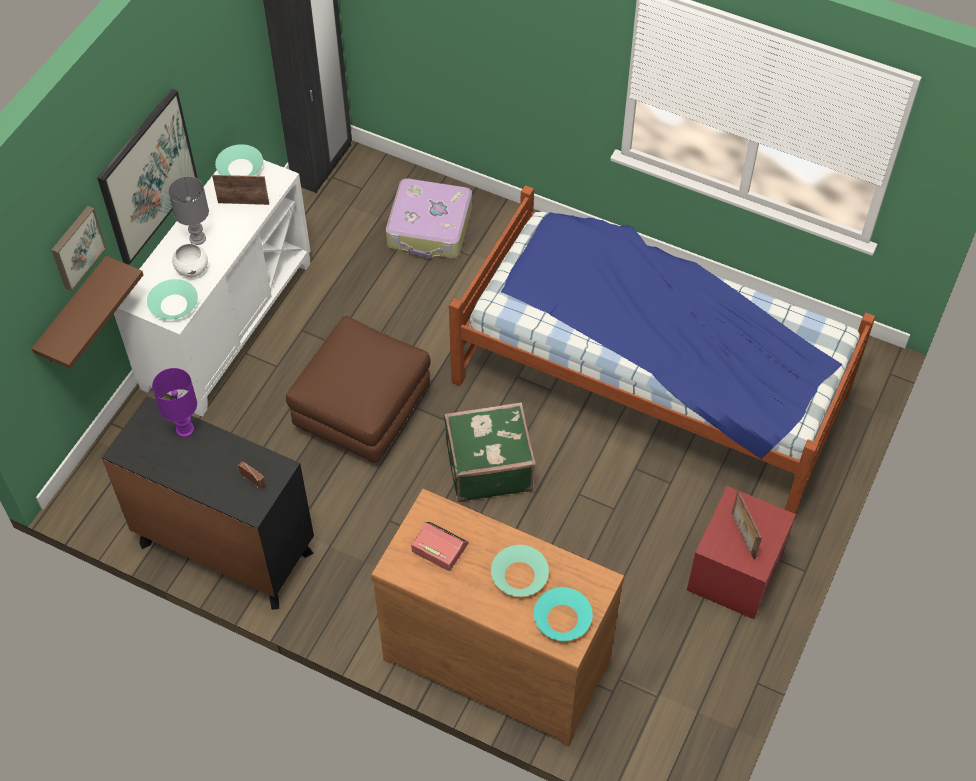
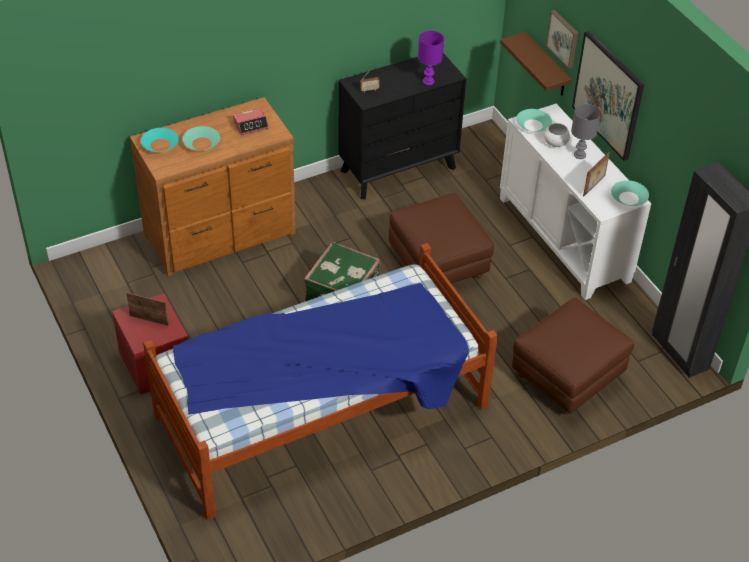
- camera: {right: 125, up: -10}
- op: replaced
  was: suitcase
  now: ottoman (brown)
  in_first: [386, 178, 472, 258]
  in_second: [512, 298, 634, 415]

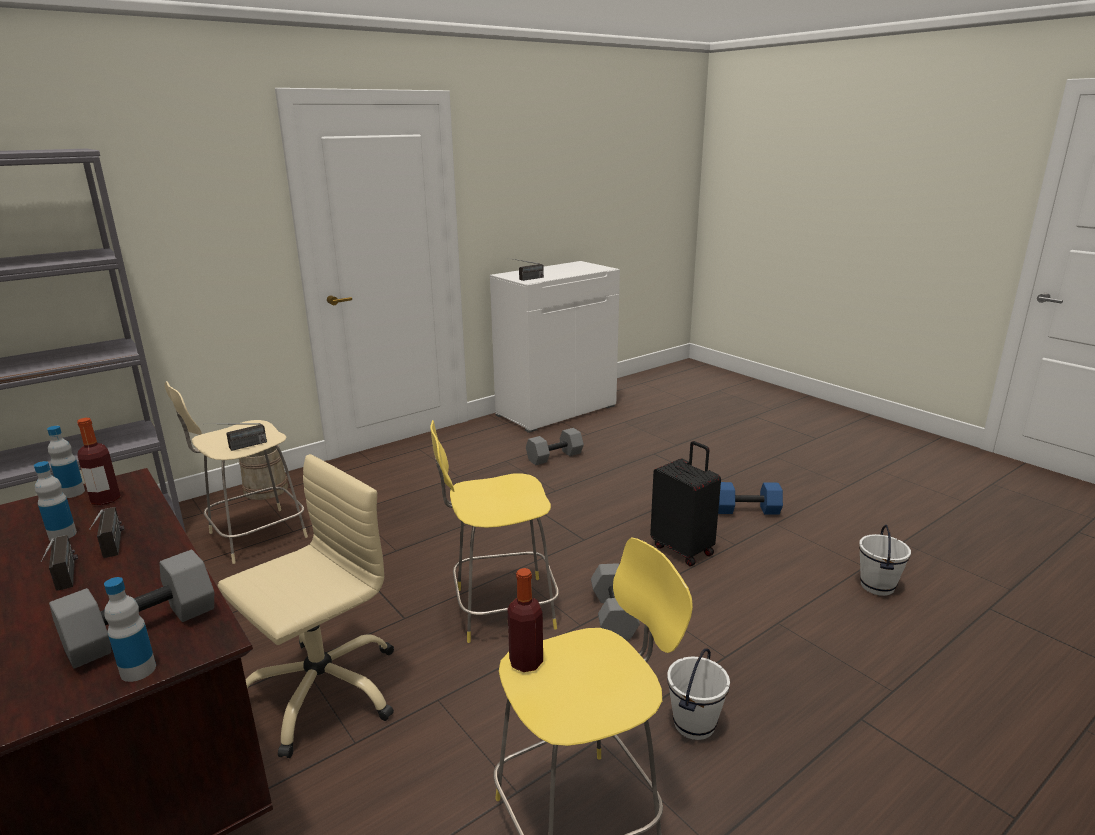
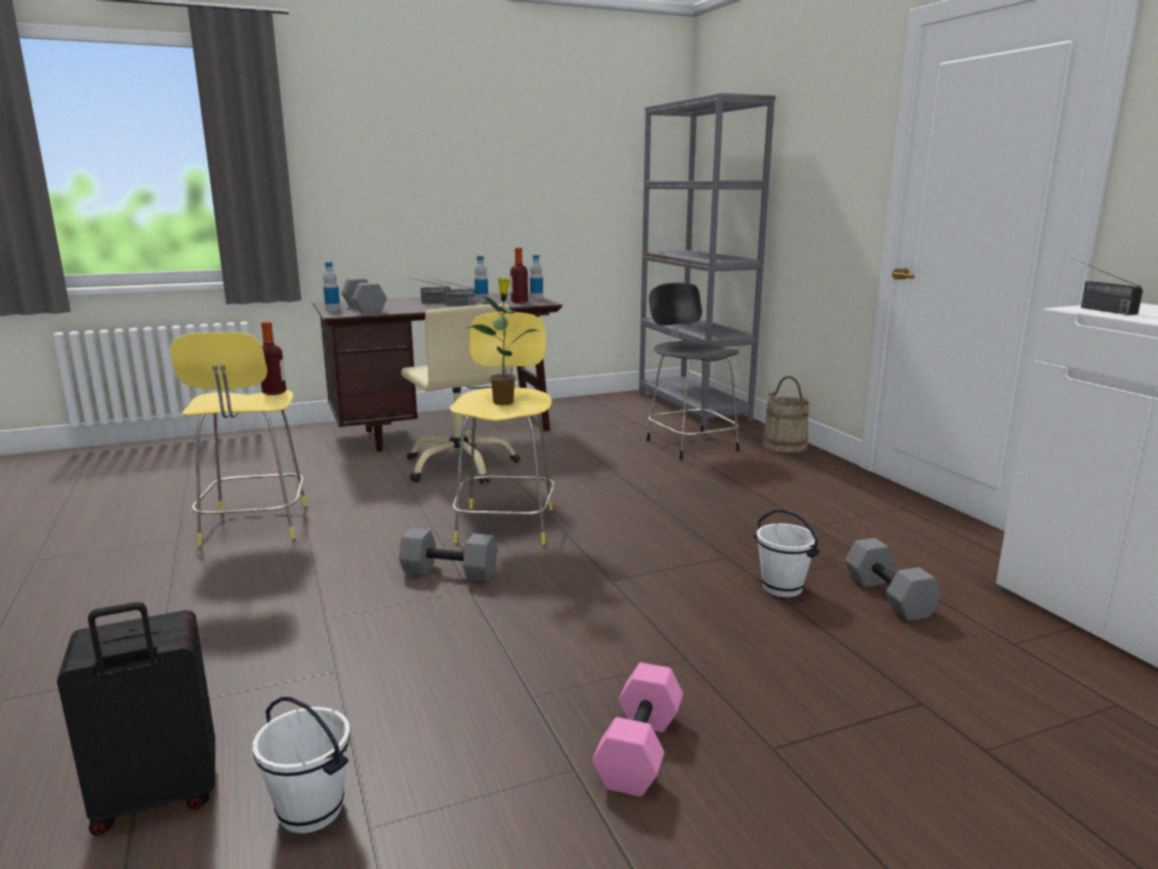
- camera: {right: 105, up: -5}
- op: removed
  was: radio
  in_first: [203, 423, 267, 451]
- op: added
  now: potted plant
  in_second: [465, 278, 540, 405]
- op: moved
  was: suitcase (black)
  in_first: [650, 441, 721, 566]
  in_second: [57, 602, 215, 836]
- op: moved
  was: bucket (white)
  in_first: [667, 649, 730, 740]
  in_second: [754, 509, 820, 597]
- op: recoloured
  was: stool (beige)
  now: stool (black)
  in_first: [165, 381, 308, 564]
  in_second: [647, 283, 739, 460]
- op: recoloured
  was: dumbbell (blue)
  now: dumbbell (pink)
  in_first: [718, 482, 783, 515]
  in_second: [592, 663, 683, 797]

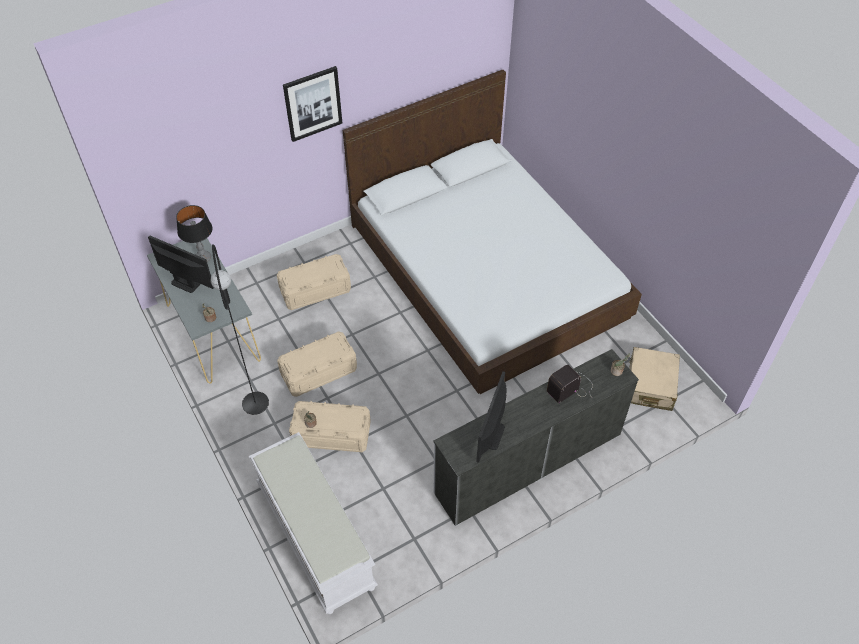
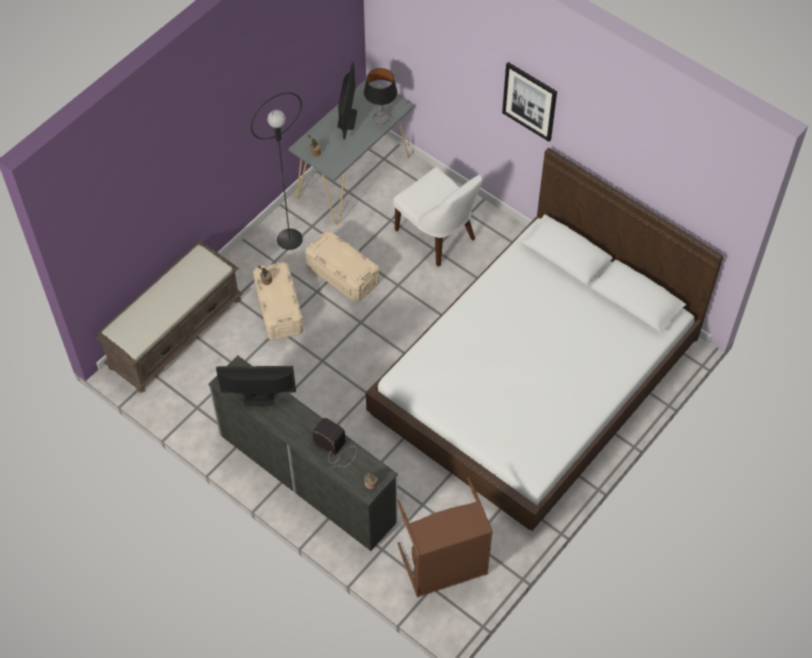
- camera: {right: 70, up: 5}
- op: replaced
  was: storage box (beige)
  now: chair (white)
  in_first: [277, 254, 351, 310]
  in_second: [393, 167, 482, 267]
- op: replaced
  was: suitcase (beige)
  now: laundry basket (brown)
  in_first: [629, 347, 680, 411]
  in_second: [397, 477, 493, 597]
- op: recoloured
  was: bench (white)
  now: bench (brown)
  in_first: [249, 432, 378, 614]
  in_second: [96, 241, 243, 393]

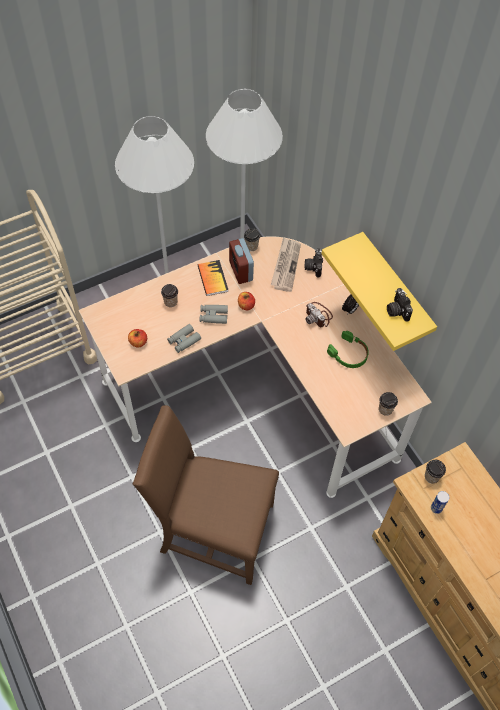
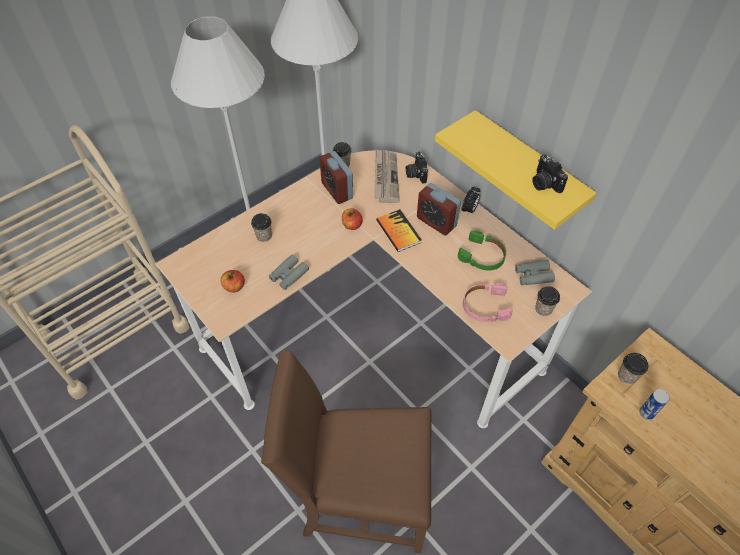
- camera: {right: -10, up: -5}
- op: added
  now: headphones (pink)
  in_second: [463, 283, 513, 322]
- op: moved
  was: book
  in_first: [198, 260, 228, 296]
  in_second: [376, 209, 422, 252]
- op: moved
  was: binoculars (grey)
  in_first: [200, 305, 228, 324]
  in_second: [515, 260, 555, 285]
- op: replaced
  was: photo camera
  now: alarm clock
  in_first: [305, 302, 333, 327]
  in_second: [417, 183, 461, 236]

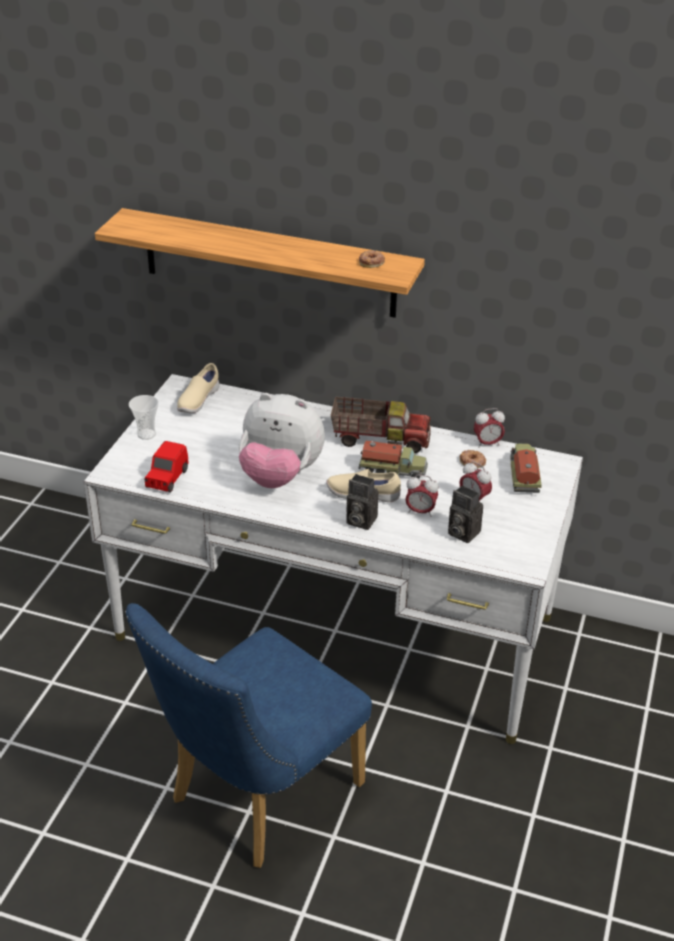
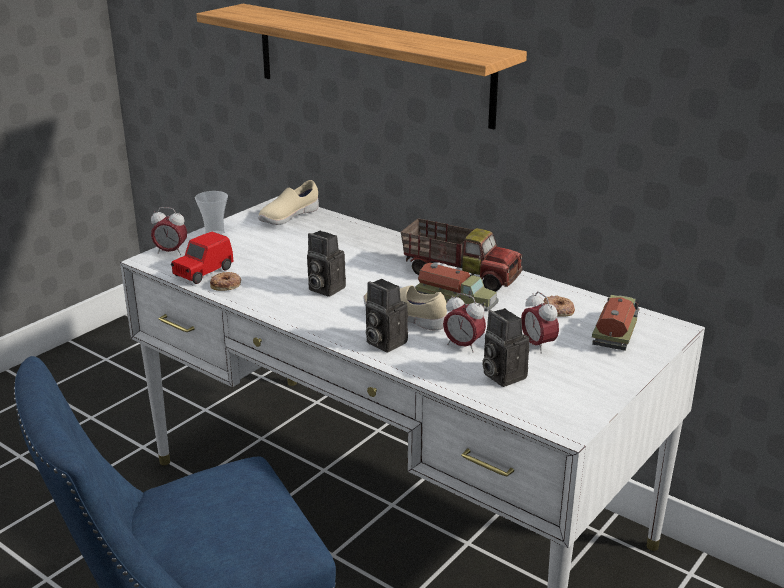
- camera: {right: 20, up: -10}
- op: moved
  was: donut
  in_first: [359, 250, 385, 268]
  in_second: [210, 272, 241, 291]
- op: moved
  was: alarm clock
  in_first: [474, 408, 505, 447]
  in_second: [151, 207, 187, 255]
- op: replaced
  was: plush toy
  now: photo camera
  in_first: [239, 393, 325, 488]
  in_second: [307, 231, 346, 297]

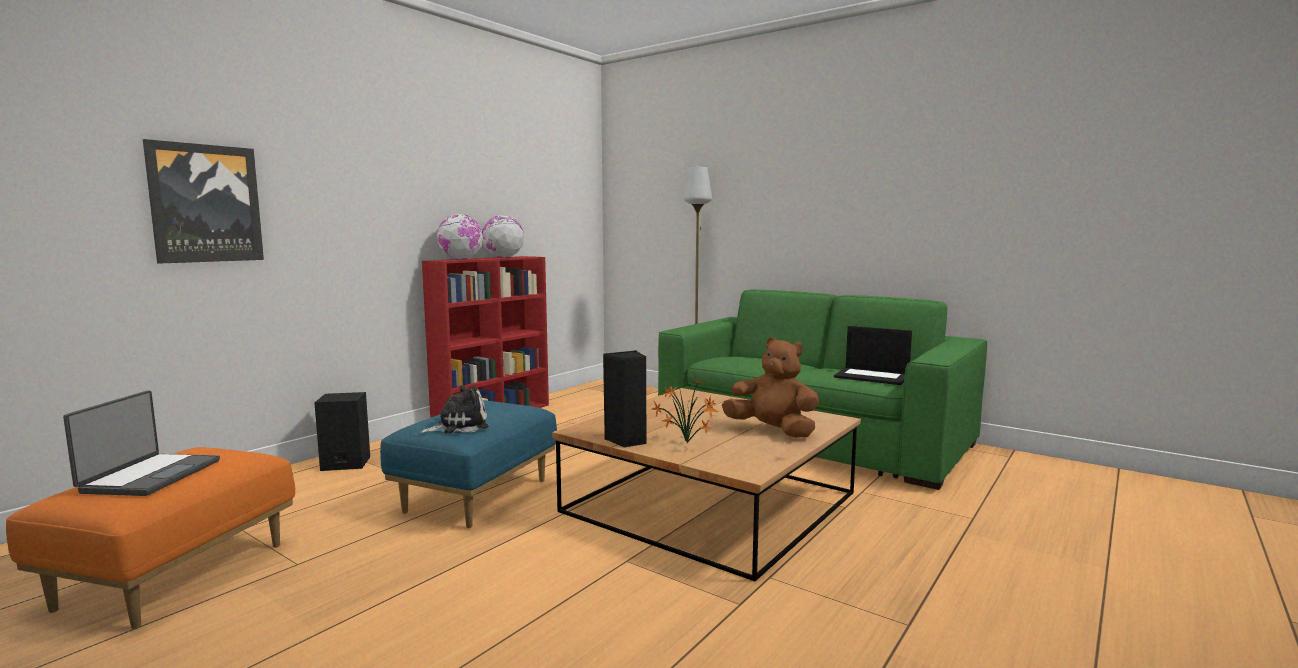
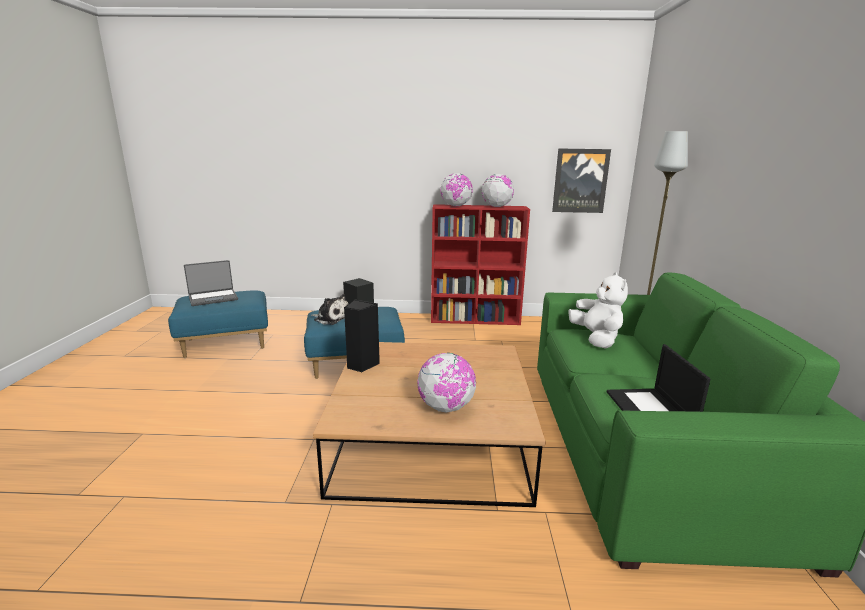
- camera: {right: 55, up: 10}
- op: removed
  was: potted plant
  in_first: [652, 378, 719, 443]
- op: added
  now: plush toy (white)
  in_second: [568, 272, 628, 349]
- op: moved
  was: picture
  in_first: [143, 139, 264, 264]
  in_second: [552, 148, 611, 213]
- op: replaced
  was: plush toy (brown)
  now: globe
  in_first: [722, 337, 819, 438]
  in_second: [417, 353, 476, 413]
- op: recoloured
  was: ottoman (orange)
  now: ottoman (blue)
  in_first: [6, 447, 295, 629]
  in_second: [168, 290, 268, 358]

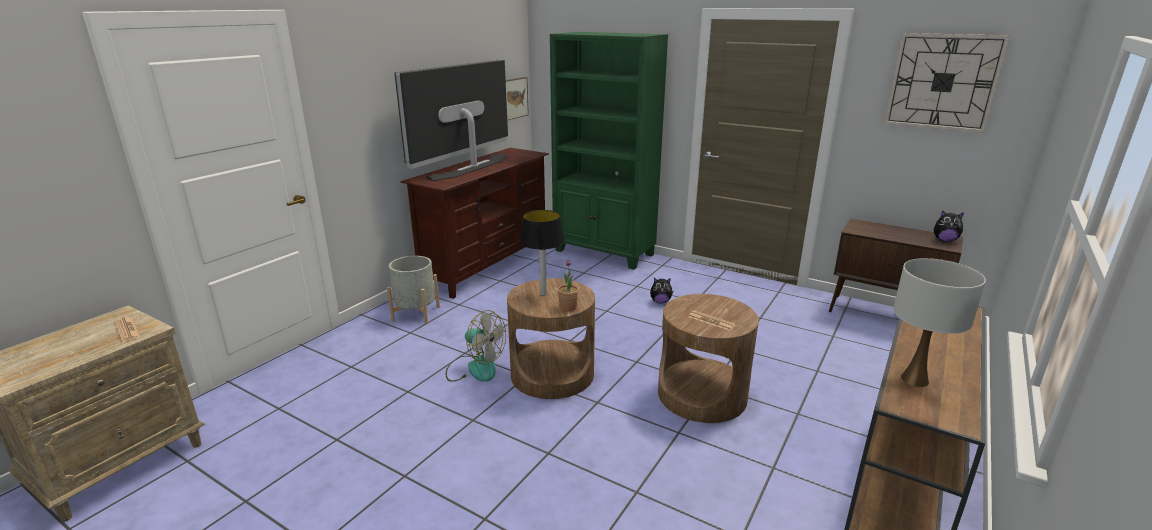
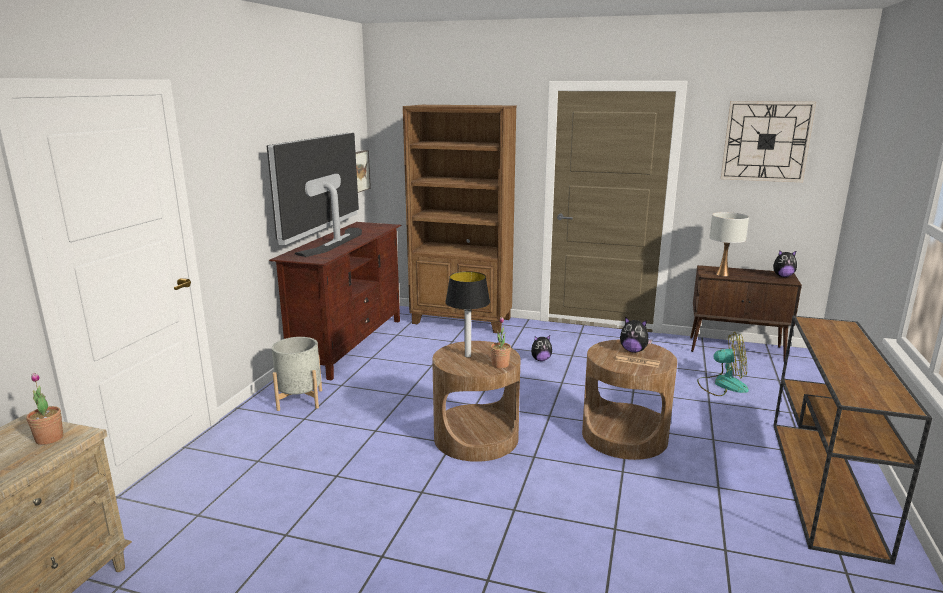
- camera: {right: -15, up: -5}
- op: added
  now: plush toy
  in_second: [620, 317, 653, 353]
- op: moved
  was: fan
  in_first: [445, 310, 506, 382]
  in_second: [697, 332, 749, 396]
- op: moved
  was: table lamp (white)
  in_first: [893, 258, 986, 387]
  in_second: [709, 212, 749, 276]
- op: replaced
  was: newspaper
  now: potted plant
  in_first: [115, 317, 141, 342]
  in_second: [26, 373, 63, 445]
- op: recoloured
  was: bookcase (green)
  now: bookcase (brown)
  in_first: [550, 32, 668, 270]
  in_second: [403, 105, 517, 334]

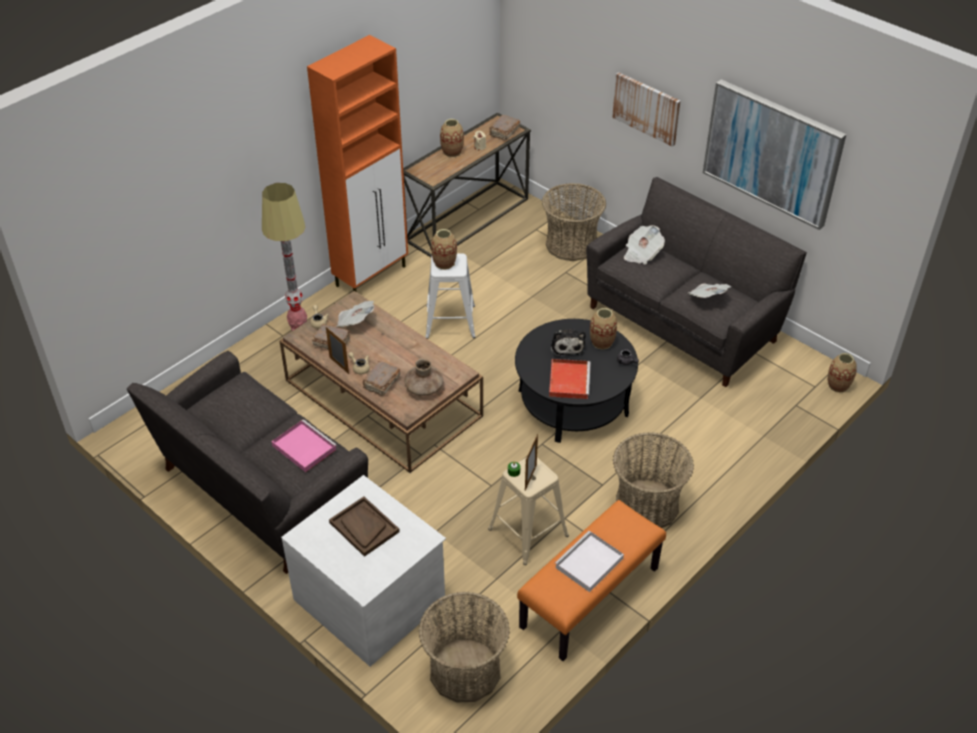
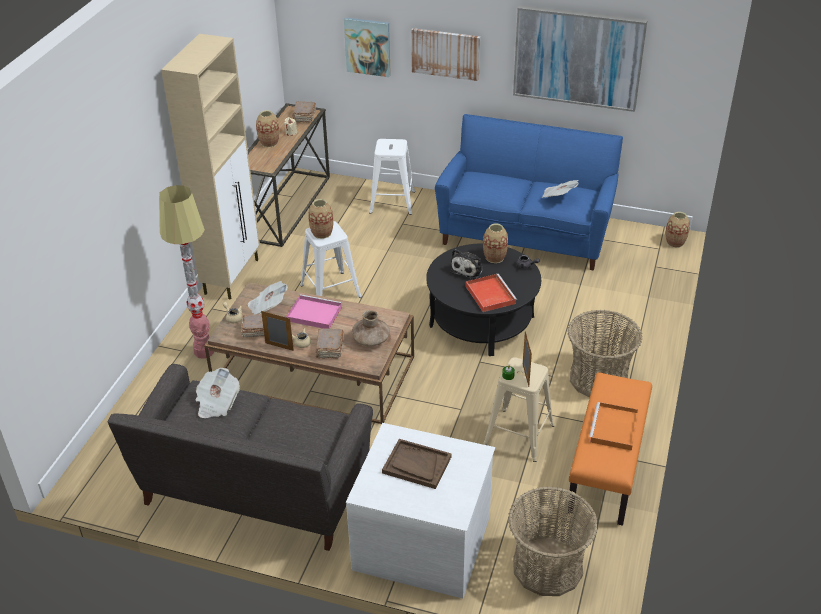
- camera: {right: -25, up: -5}
- op: added
  now: picture
  in_second: [344, 17, 391, 77]
- op: moved
  was: tray (pink)
  in_first: [271, 419, 337, 472]
  in_second: [286, 294, 342, 329]
- op: moved
  was: newspaper
  in_first: [624, 225, 665, 264]
  in_second: [196, 368, 240, 418]
- op: replaced
  was: basket
  now: stool (white)
  in_first: [542, 183, 606, 261]
  in_second: [369, 139, 415, 215]
- op: recoloured
  was: cabinet (orange)
  now: cabinet (beige)
  in_first: [307, 35, 408, 292]
  in_second: [161, 34, 260, 300]
- op: recoloured
  was: tray (white)
  now: tray (orange)
  in_first: [554, 531, 624, 592]
  in_second: [589, 402, 639, 451]
- op: recoloured
  was: sofa (grey)
  now: sofa (blue)
  in_first: [586, 177, 807, 387]
  in_second: [435, 114, 623, 271]
- op: turned
  was: plush toy
  in_first: [551, 329, 586, 357]
  in_second: [450, 249, 484, 279]
  clockwise: 60

